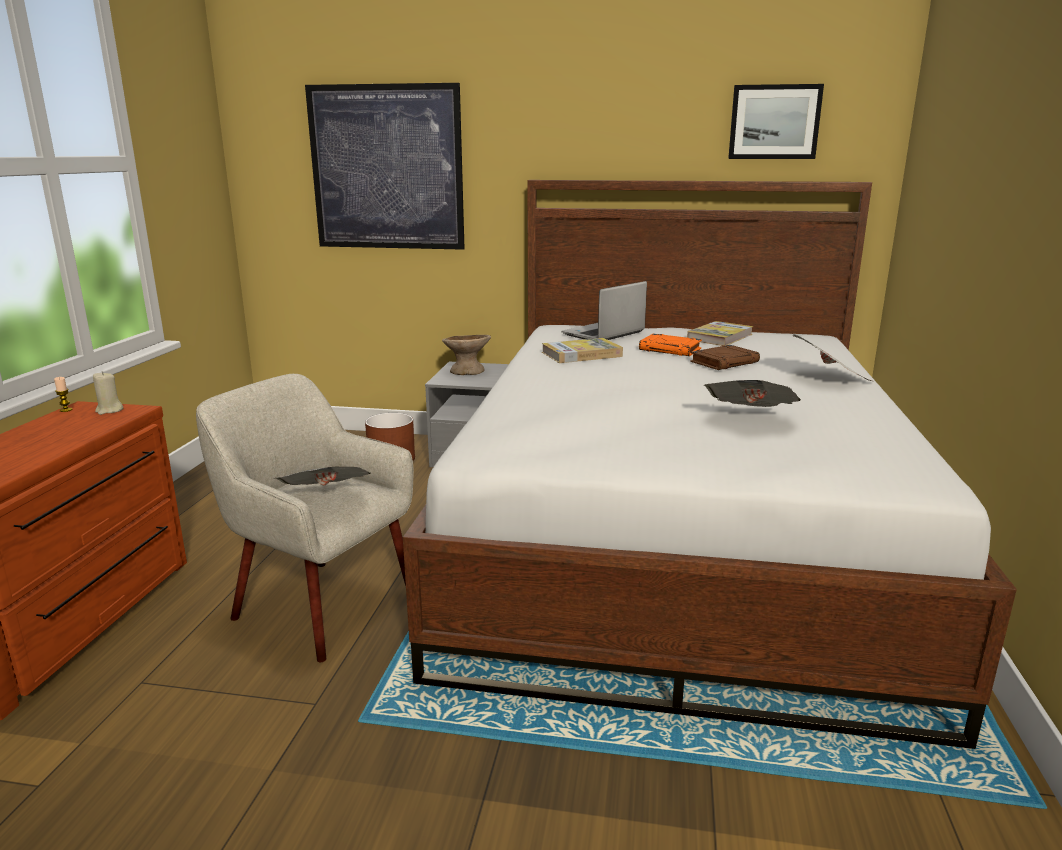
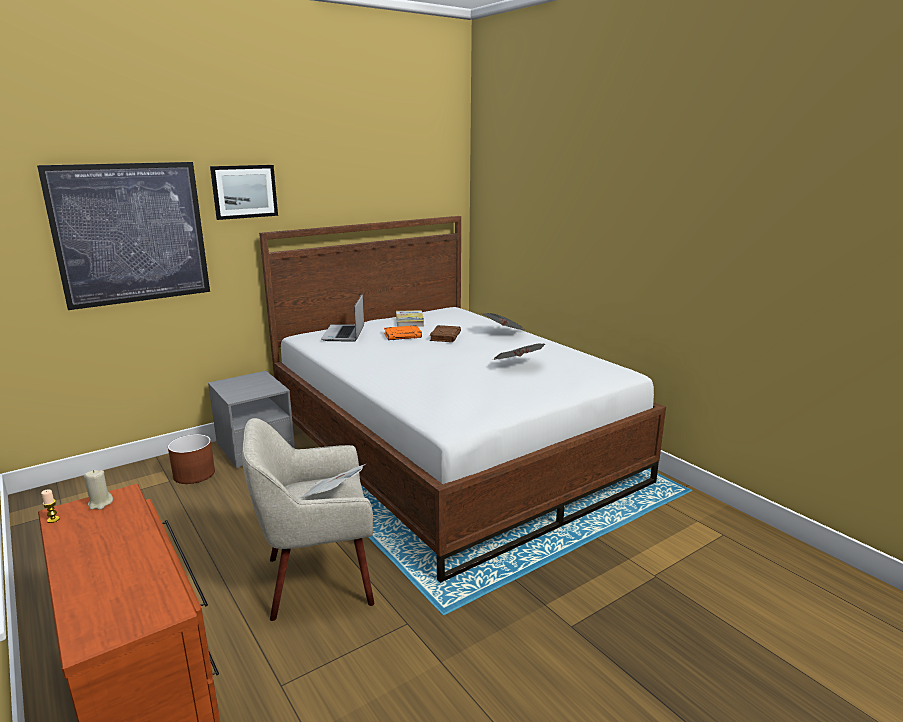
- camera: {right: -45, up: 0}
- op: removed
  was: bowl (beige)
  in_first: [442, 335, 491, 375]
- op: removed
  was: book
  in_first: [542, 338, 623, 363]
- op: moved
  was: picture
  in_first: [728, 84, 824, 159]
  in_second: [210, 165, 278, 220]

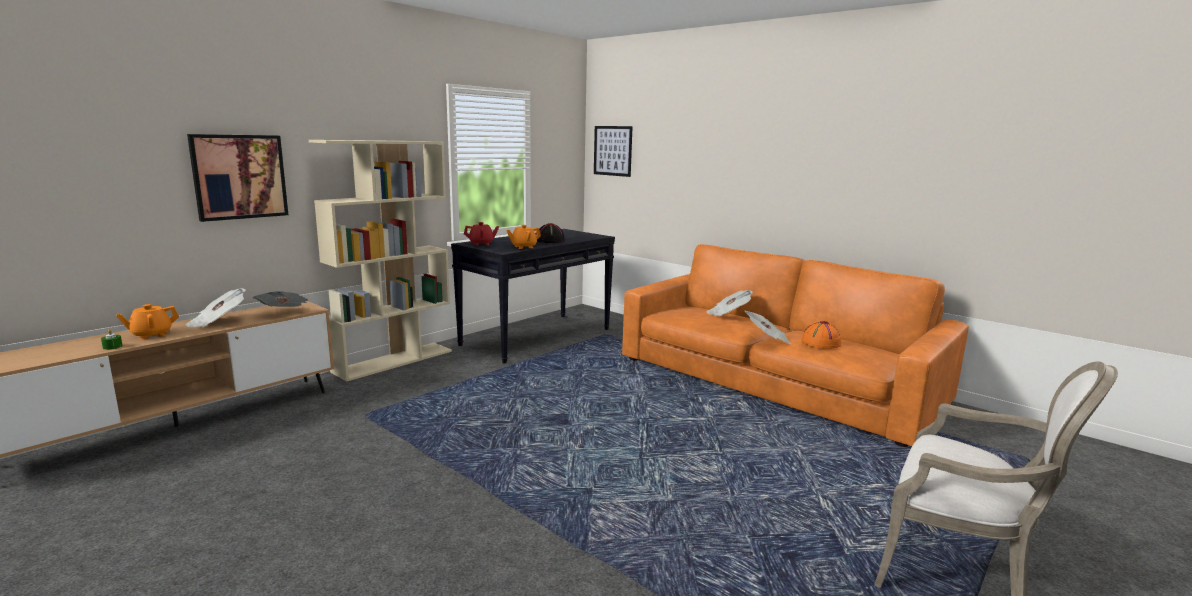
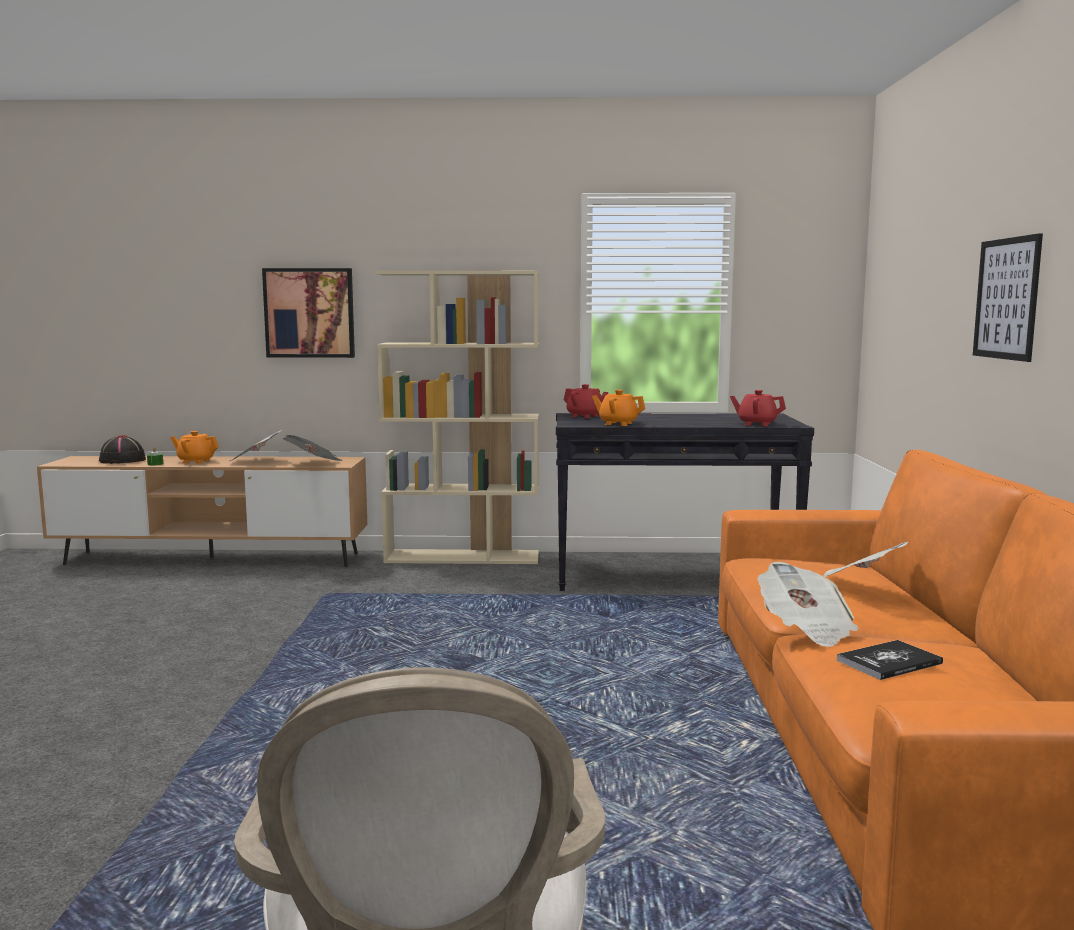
- camera: {right: 50, up: -5}
- op: added
  now: teapot (red)
  in_second: [730, 390, 786, 426]
- op: moved
  was: hat (black)
  in_first: [536, 223, 565, 243]
  in_second: [99, 435, 146, 464]
- op: moved
  was: picture
  in_first: [594, 126, 633, 177]
  in_second: [973, 233, 1043, 362]
- op: replaced
  was: hat (orange)
  now: book
  in_first: [801, 321, 841, 349]
  in_second: [837, 640, 943, 680]

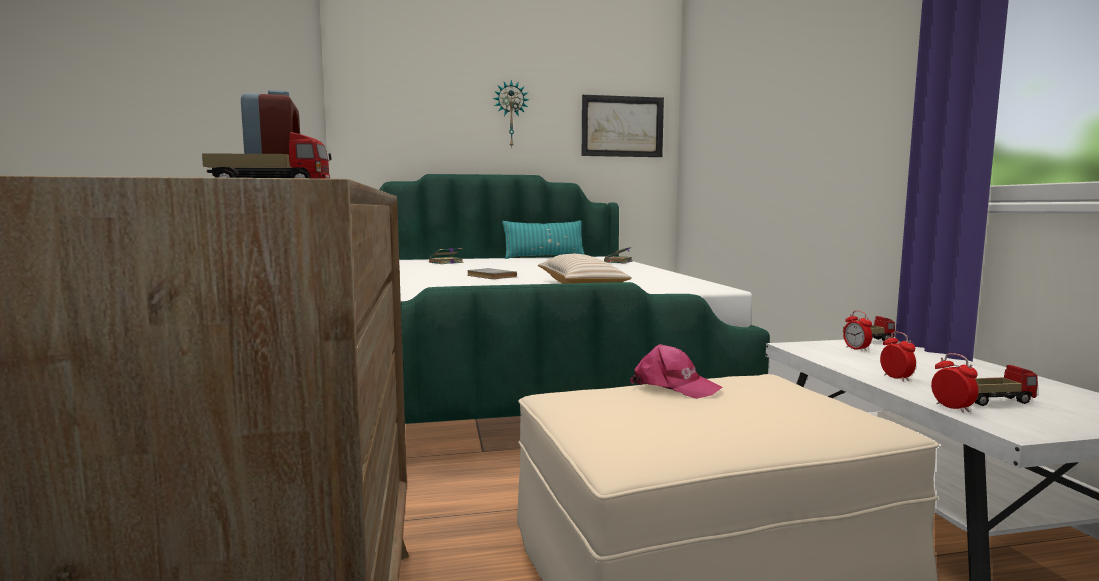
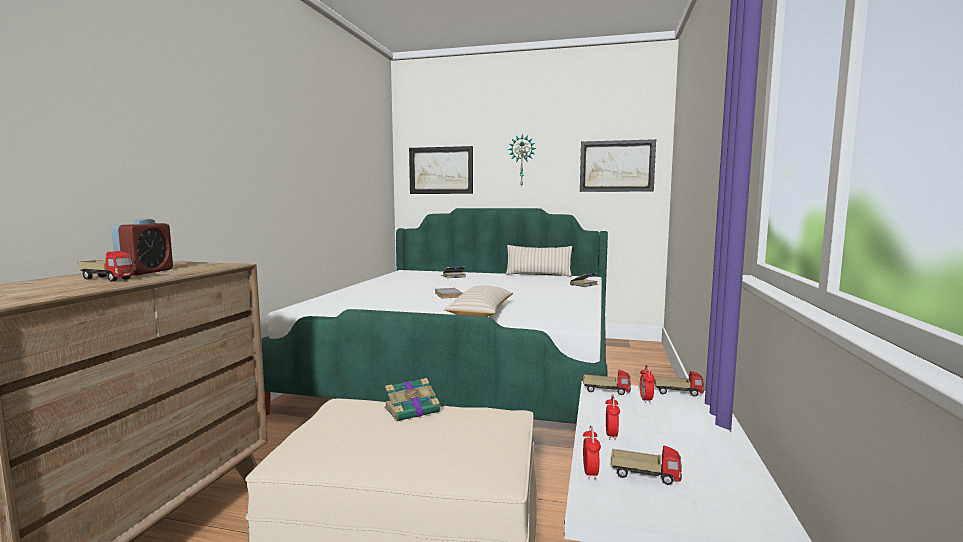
- camera: {right: 25, up: 0}
- op: added
  now: picture
  in_second: [409, 146, 473, 194]
- op: added
  now: toy truck
  in_second: [583, 370, 631, 395]
- op: replaced
  was: cap (pink)
  now: book
  in_first: [630, 344, 722, 399]
  in_second: [385, 378, 444, 422]
- op: recoloured
  was: pillow (turquoise)
  now: pillow (beige)
  in_first: [502, 220, 585, 259]
  in_second: [506, 245, 572, 277]

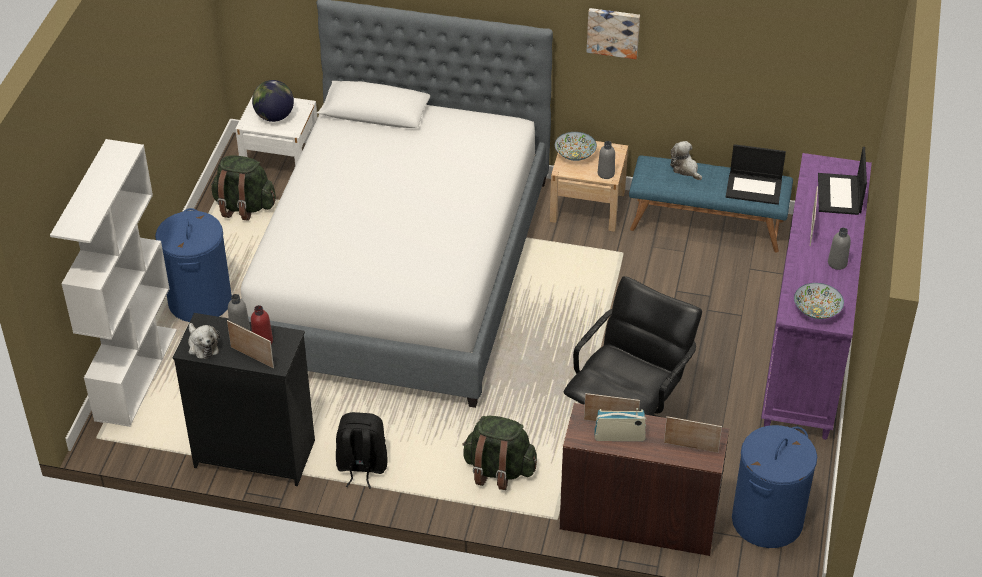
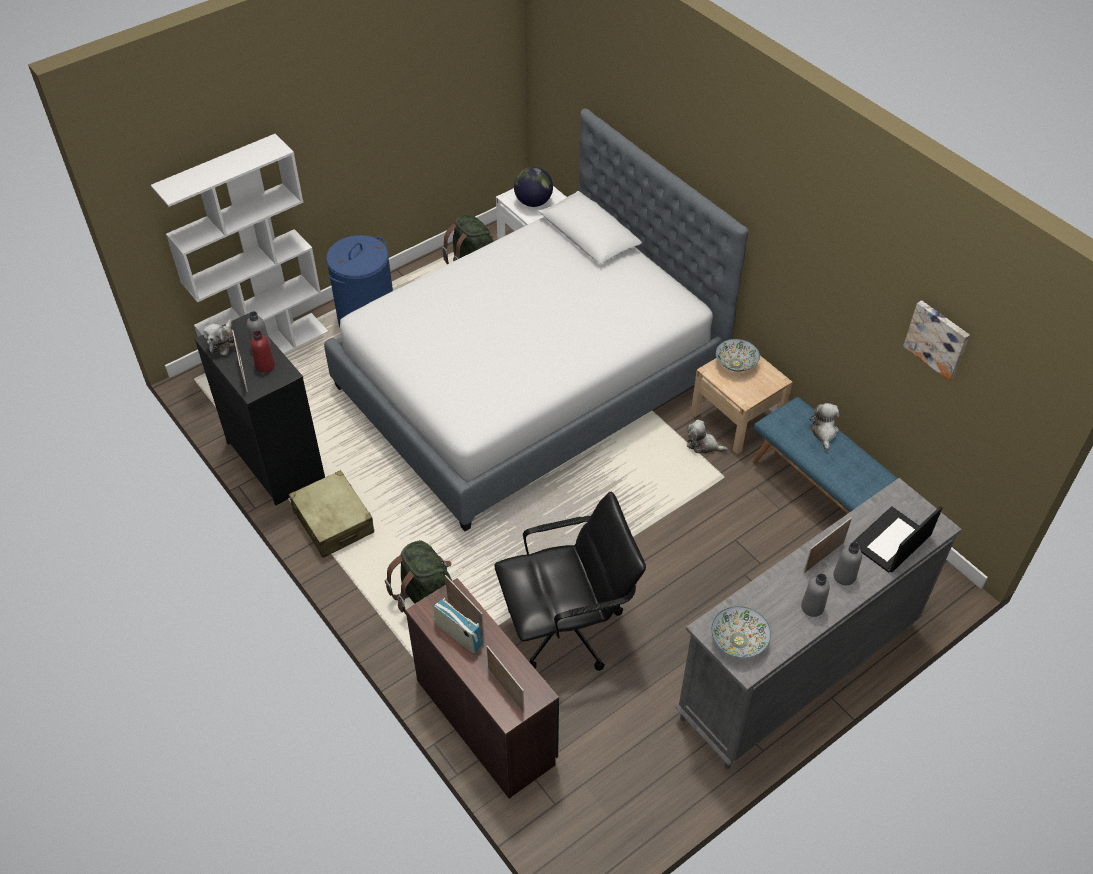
- camera: {right: 40, up: 5}
- op: removed
  was: laptop
  in_first: [726, 144, 786, 205]
- op: removed
  was: laundry basket (blue)
  in_first: [732, 425, 817, 548]
- op: added
  now: plush toy
  in_second: [687, 420, 728, 453]
- op: moved
  was: picture
  in_first: [586, 8, 640, 59]
  in_second: [903, 300, 970, 381]
- op: moved
  was: bottle (grey)
  in_first: [598, 141, 615, 179]
  in_second: [833, 542, 862, 585]
- op: replaced
  was: backpack (black)
  now: suitcase (beige)
  in_first: [336, 412, 388, 489]
  in_second: [289, 470, 374, 558]
- op: recoloured
  was: dresser (purple)
  now: dresser (grey)
  in_first: [761, 153, 872, 440]
  in_second: [675, 478, 962, 769]

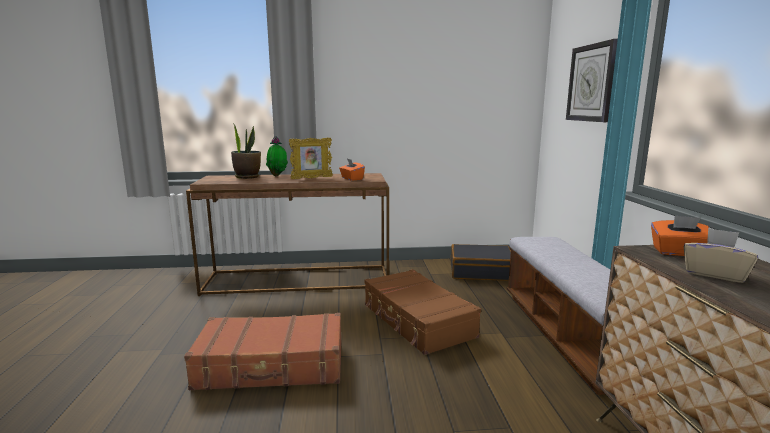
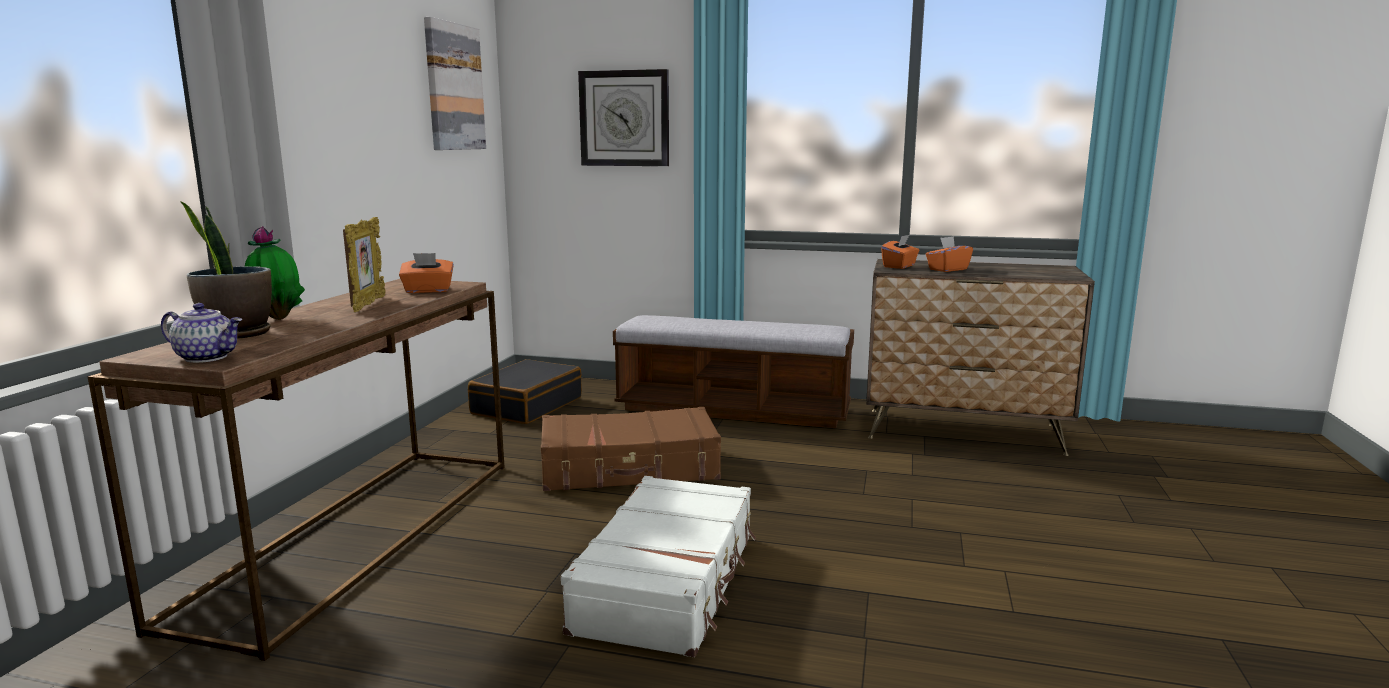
- camera: {right: -70, up: 0}
- op: added
  now: teapot
  in_second: [161, 303, 242, 363]
- op: added
  now: picture
  in_second: [424, 17, 486, 150]
- op: recoloured
  was: suitcase (brown)
  now: suitcase (white)
  in_first: [184, 313, 341, 390]
  in_second: [561, 476, 756, 657]
- op: recoloured
  was: tissue box (beige)
  now: tissue box (orange)
  in_first: [684, 228, 758, 283]
  in_second: [926, 236, 973, 272]

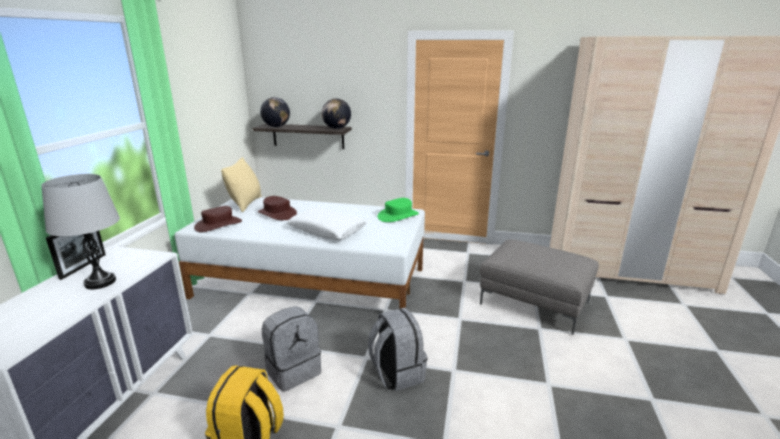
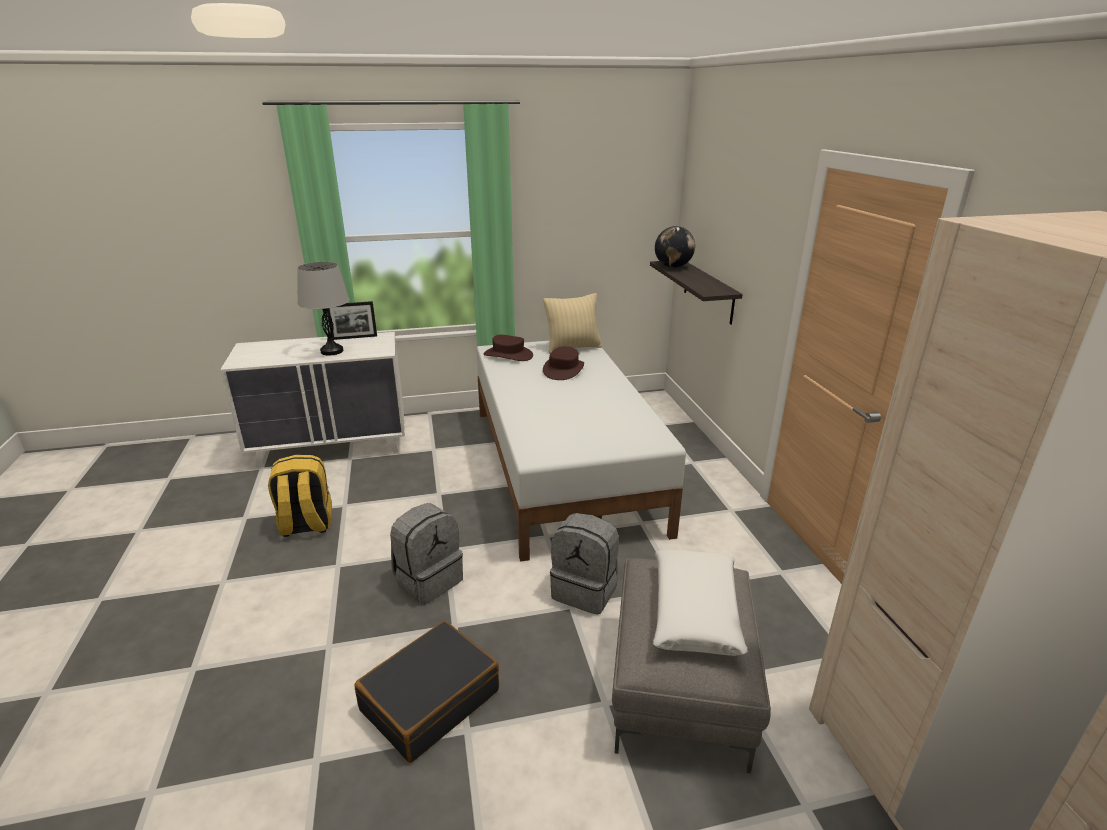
- camera: {right: 65, up: 5}
- op: removed
  was: globe
  in_first: [322, 98, 351, 129]
- op: removed
  was: hat (green)
  in_first: [377, 198, 419, 222]
- op: added
  now: suitcase (black)
  in_second: [354, 621, 499, 763]
- op: moved
  was: backpack (grey)
  in_first: [262, 306, 321, 392]
  in_second: [550, 513, 619, 615]
- op: moved
  was: pillow (white)
  in_first: [287, 207, 367, 240]
  in_second: [653, 549, 748, 656]

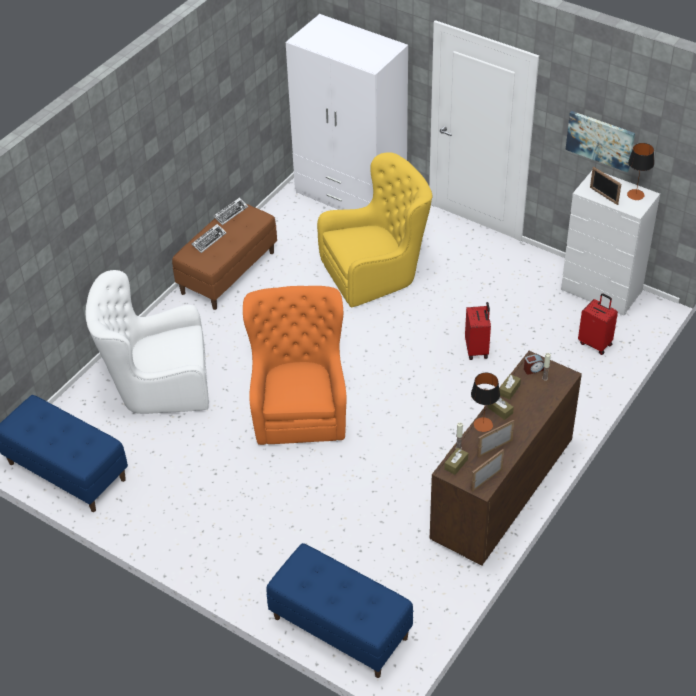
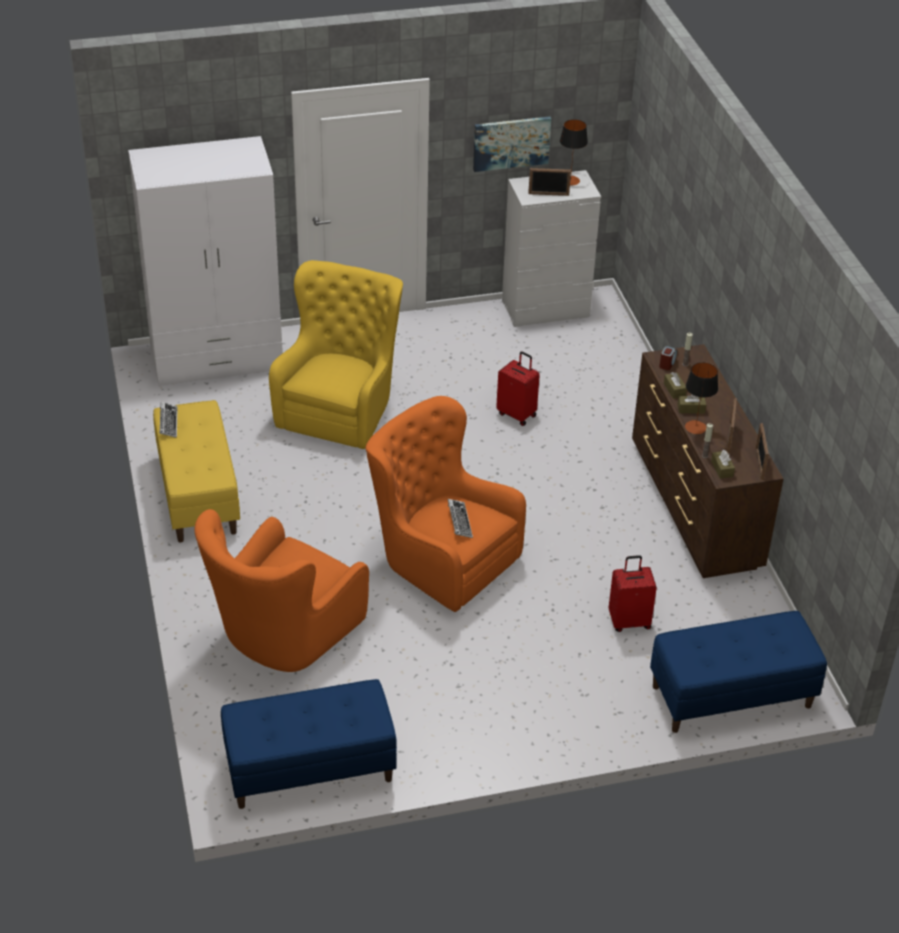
- camera: {right: -50, up: -5}
- op: moved
  was: keyboard
  in_first: [192, 224, 226, 253]
  in_second: [448, 499, 473, 538]
- op: moved
  was: suitcase (red)
  in_first: [578, 293, 618, 355]
  in_second: [609, 555, 657, 632]
- op: recoloured
  was: armchair (white)
  now: armchair (orange)
  in_first: [86, 270, 209, 414]
  in_second: [195, 509, 369, 672]
- op: recoloured
  was: bench (brown)
  now: bench (yellow)
  in_first: [172, 204, 277, 310]
  in_second: [153, 400, 240, 543]

